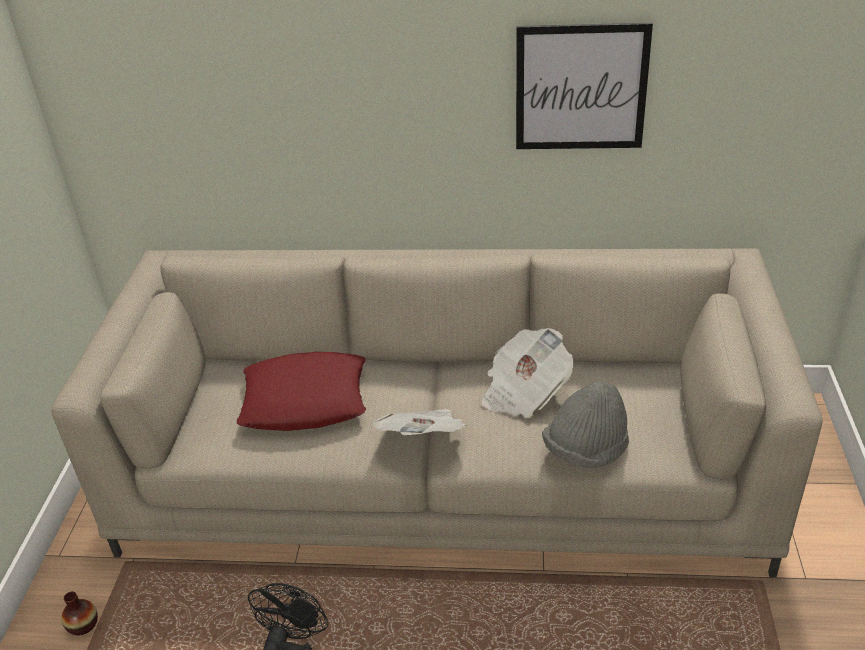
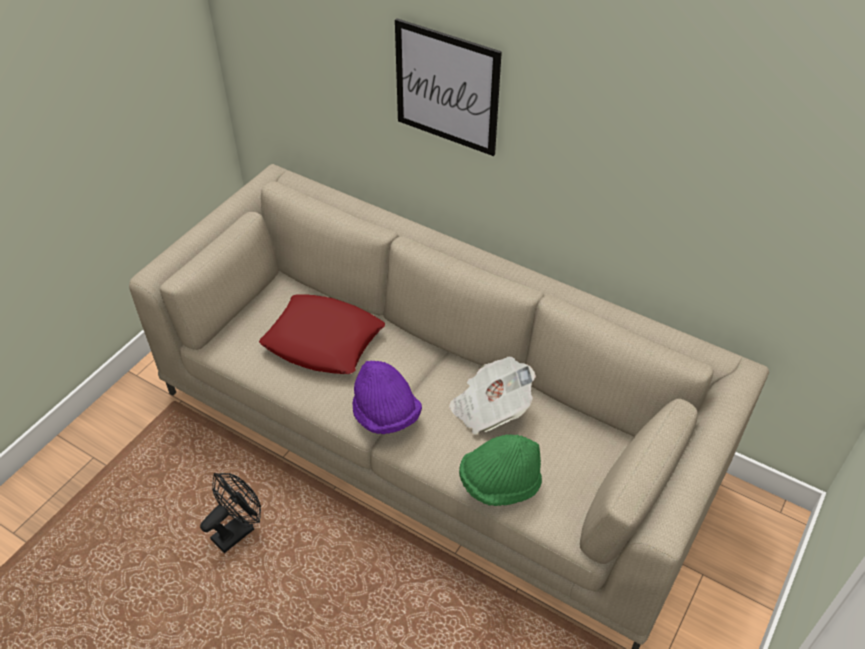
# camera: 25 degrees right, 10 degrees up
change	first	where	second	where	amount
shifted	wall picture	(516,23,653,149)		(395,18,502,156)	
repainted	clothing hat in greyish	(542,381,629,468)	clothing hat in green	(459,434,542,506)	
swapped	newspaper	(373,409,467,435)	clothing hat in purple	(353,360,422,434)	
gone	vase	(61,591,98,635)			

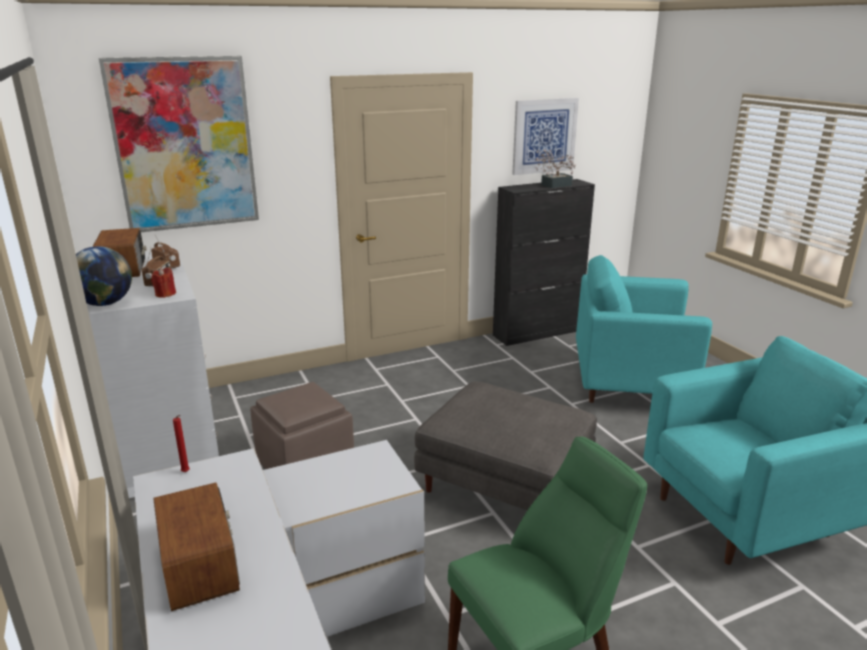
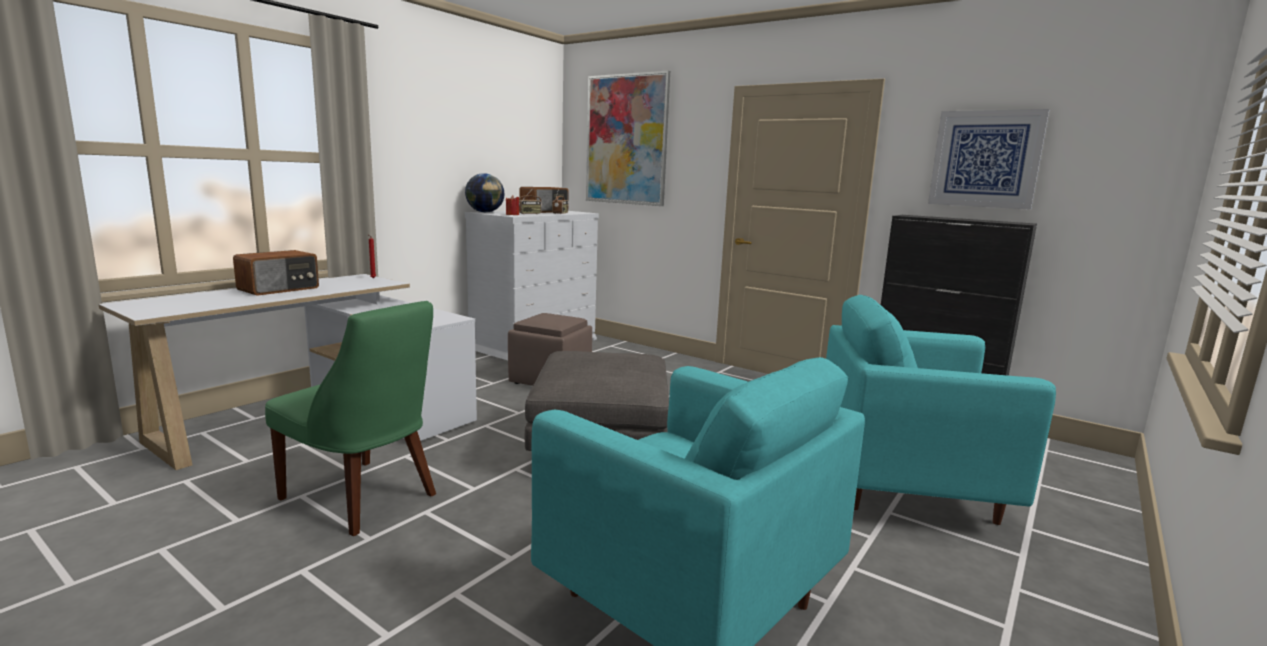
# camera: 60 degrees right, 10 degrees down
change	first	where	second	where	amount
gone	houseplant	(535,149,576,188)			
rotated	lounge chair in turquoise	(576,255,712,403)		(826,295,1056,525)	60 degrees counterclockwise

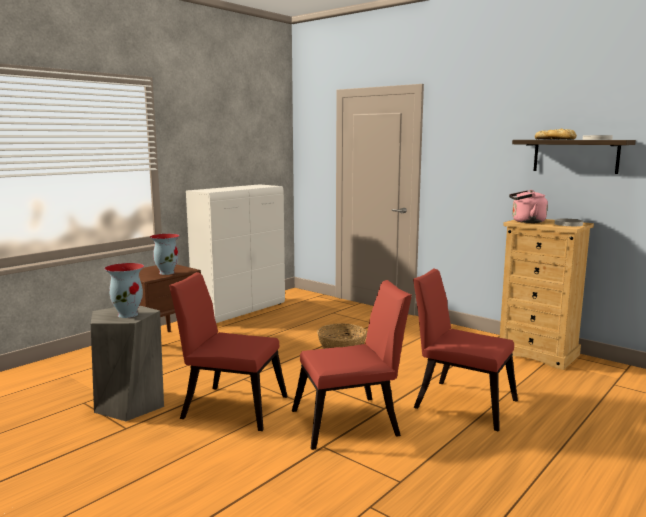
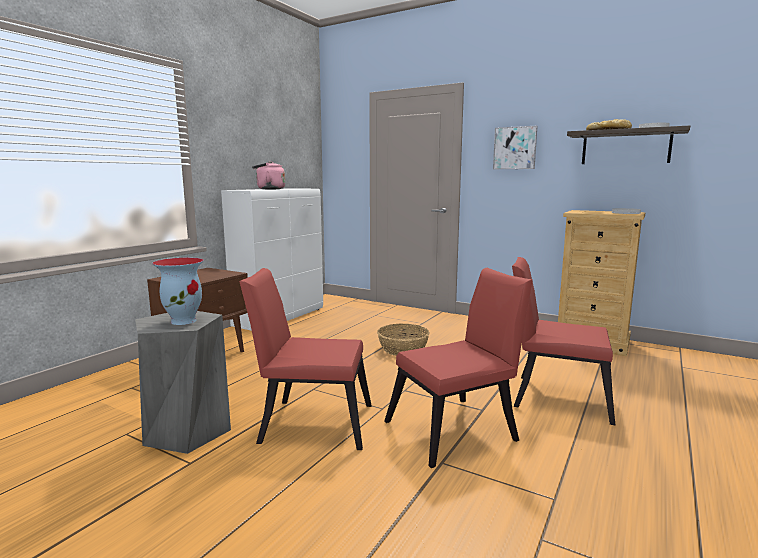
# camera: 10 degrees left, 0 degrees up
change	first	where	second	where	amount
shifted	kettle in pinkish	(509,190,548,223)		(252,161,285,189)	
gone	vase	(150,234,180,275)			
new			wall picture	(493,126,538,169)	

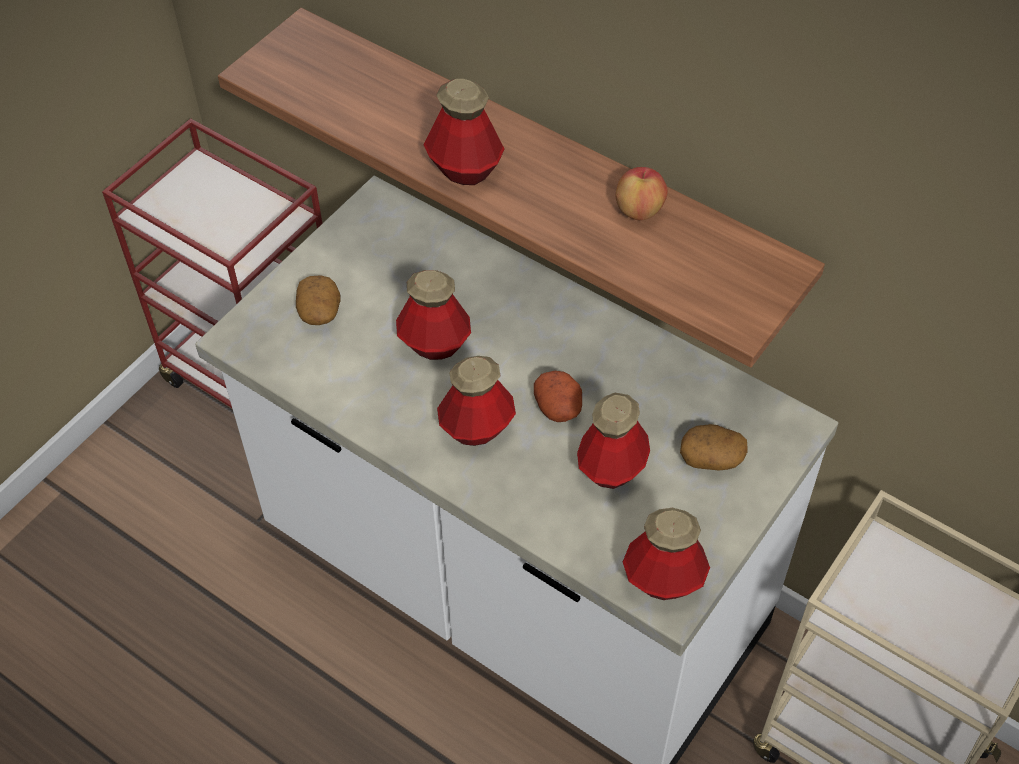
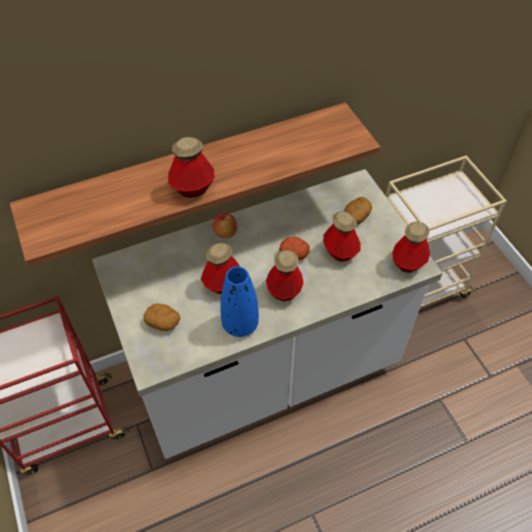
# camera: 60 degrees left, 0 degrees up
change	first	where	second	where	amount
shifted	apple	(615,167,668,220)		(213,213,237,238)	
new			vase in blue-coloured	(220,266,259,337)	

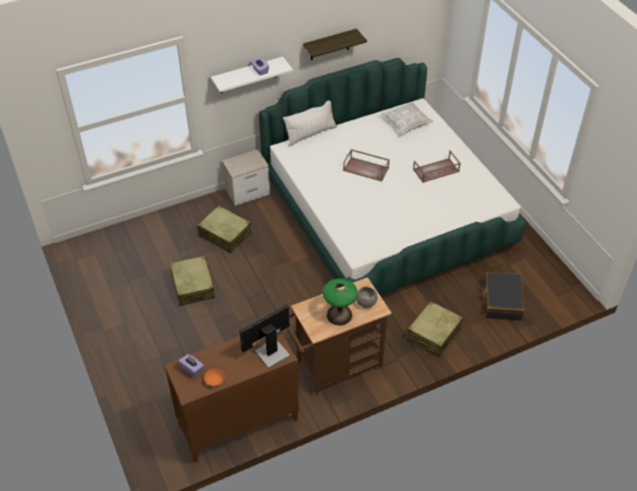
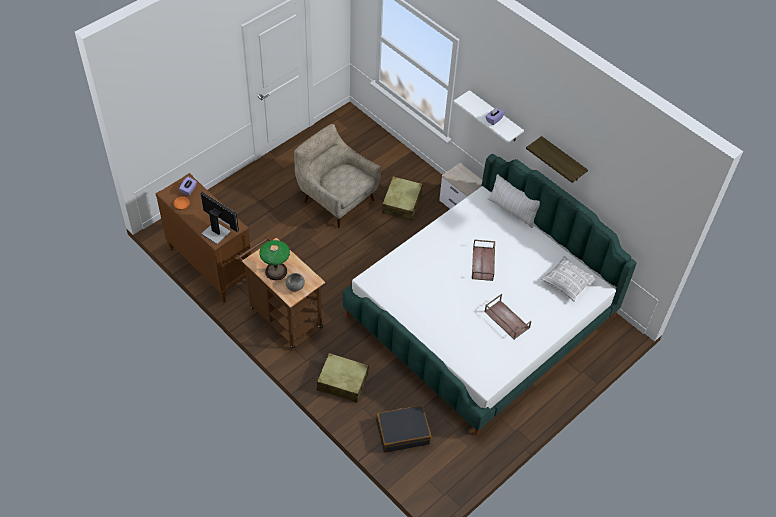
# camera: 70 degrees right, 5 degrees up
change	first	where	second	where	amount
swapped	travel case in sand-coloured	(170,256,215,306)	lounge chair in sand-coloured	(294,124,381,228)	

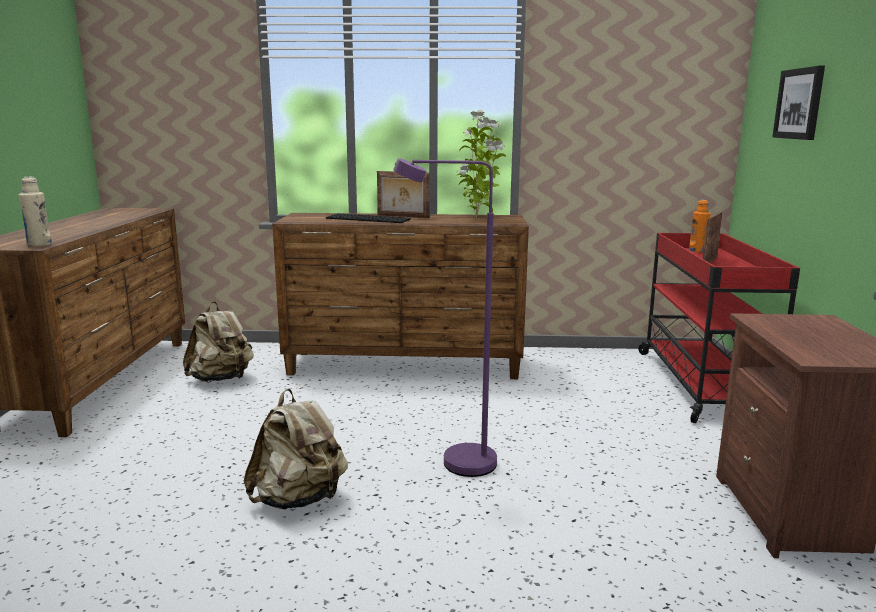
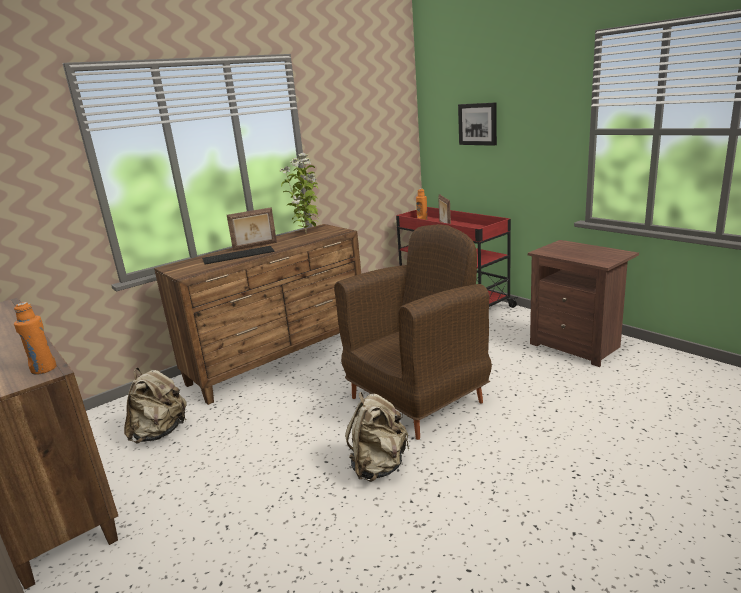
# camera: 40 degrees left, 5 degrees up
change	first	where	second	where	amount
swapped	standing lamp in purple	(393,158,497,477)	lounge chair in brown-coloured	(334,224,492,440)	
repainted	drink bottle in sand-coloured	(19,177,52,246)	drink bottle in orangey	(14,302,57,375)	

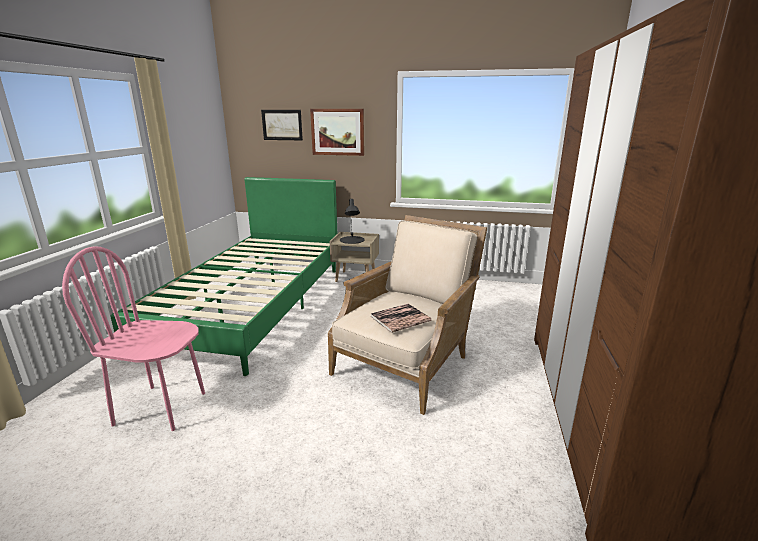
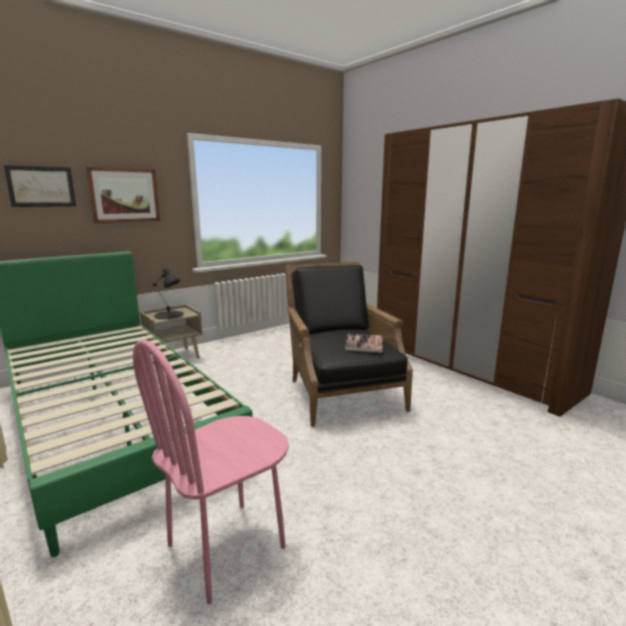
# camera: 50 degrees left, 5 degrees down
change	first	where	second	where	amount
repainted	lounge chair in sand-coloured	(328,215,487,415)	lounge chair in black-coloured	(285,262,413,427)	

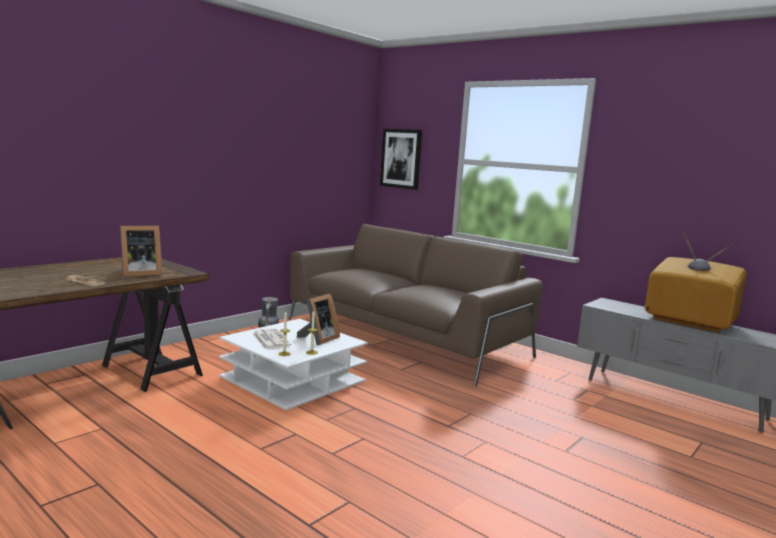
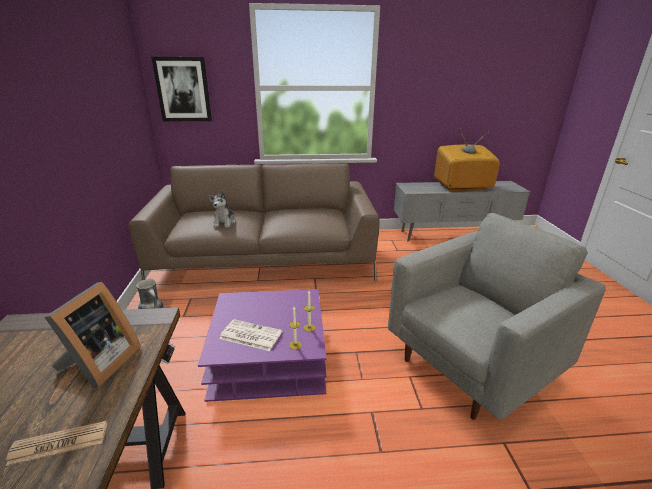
# camera: 45 degrees left, 15 degrees up
change	first	where	second	where	amount
gone	picture frame	(297,294,340,345)			
repainted	low table in whitish	(219,319,368,410)	low table in purple	(198,289,327,402)	
new			plush toy	(208,190,236,228)	
new			lounge chair in greyish	(388,213,606,420)	

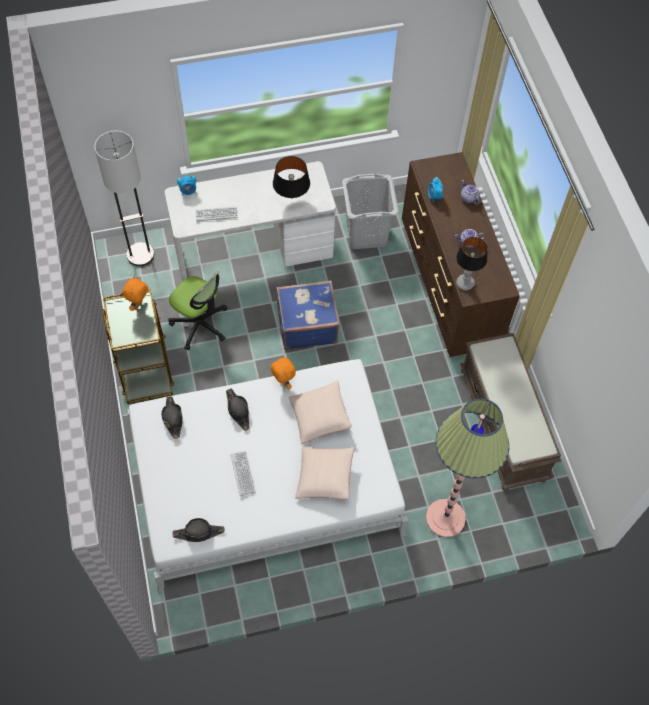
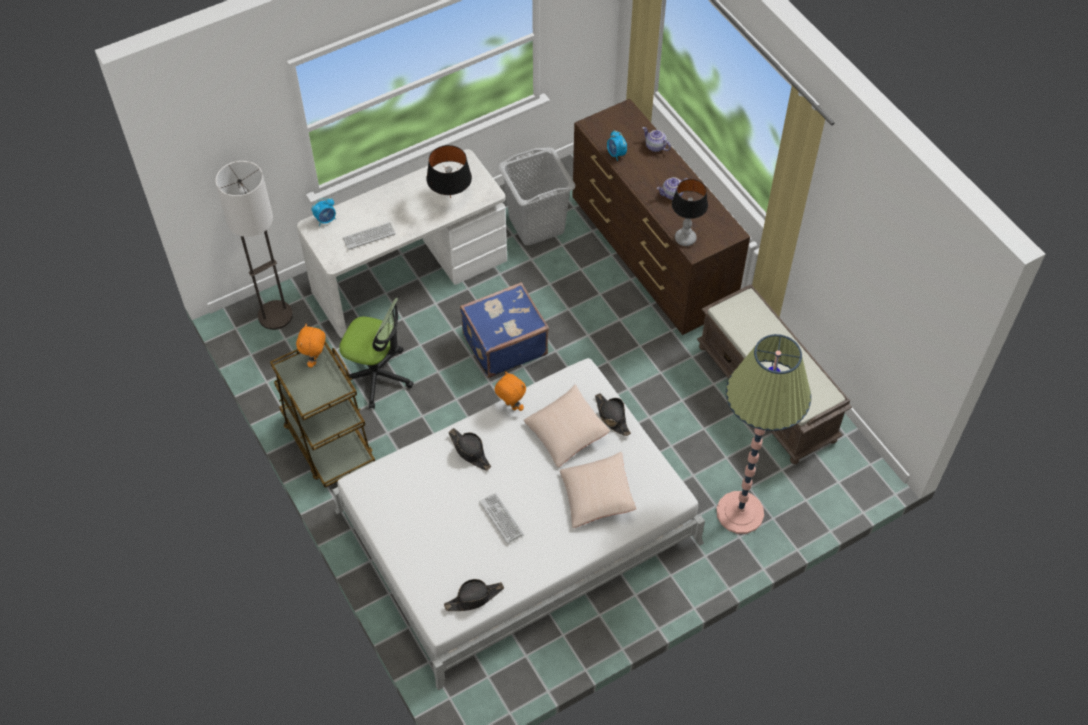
# camera: 15 degrees left, 5 degrees down
change	first	where	second	where	amount
shifted	clothing hat in black-coloured	(161,396,183,439)		(595,393,631,436)	

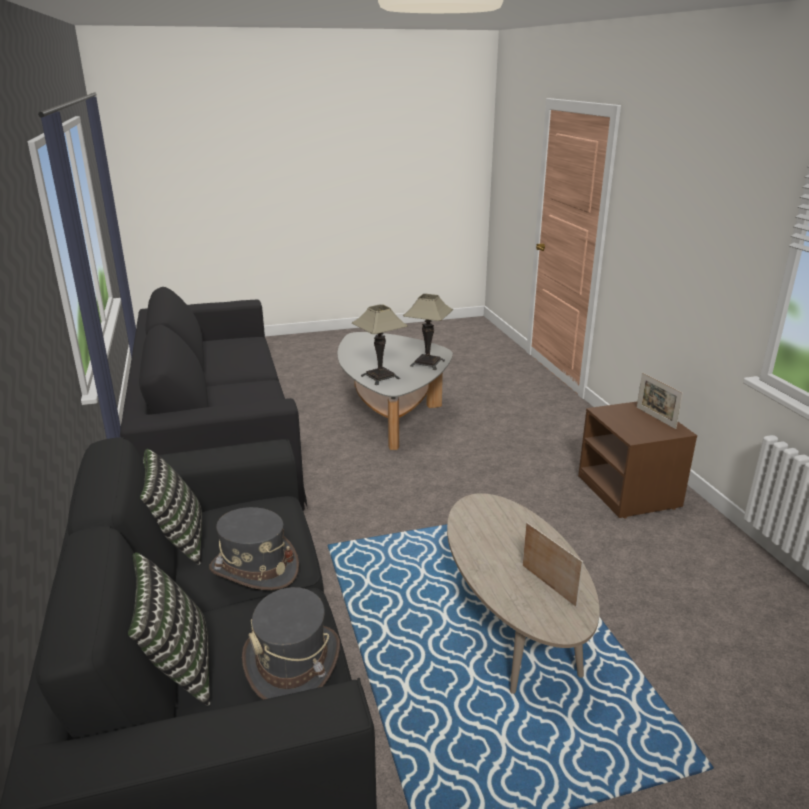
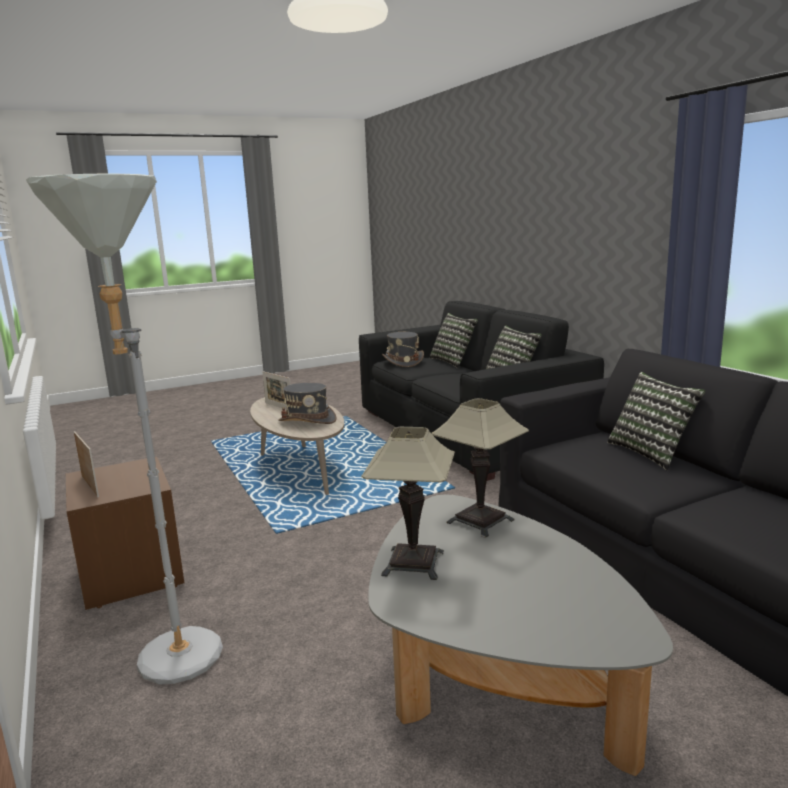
# camera: 170 degrees right, 10 degrees down
change	first	where	second	where	amount
shifted	clothing hat in greyish	(209,507,299,590)		(278,383,337,424)	
new			standing lamp in greyish	(26,173,223,685)	
new			cushion	(607,372,705,470)	

